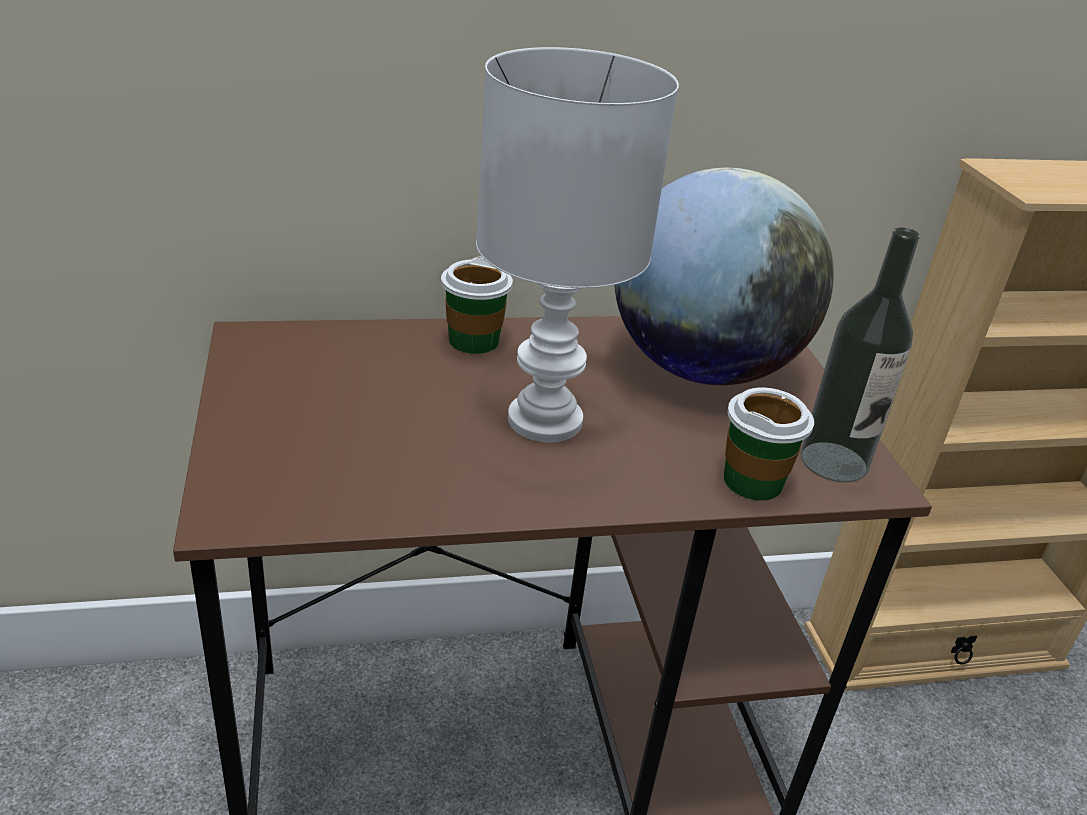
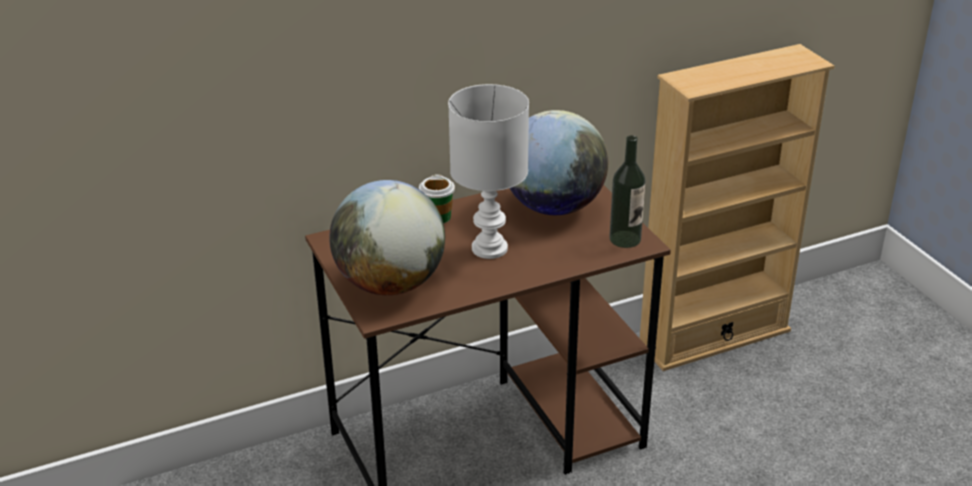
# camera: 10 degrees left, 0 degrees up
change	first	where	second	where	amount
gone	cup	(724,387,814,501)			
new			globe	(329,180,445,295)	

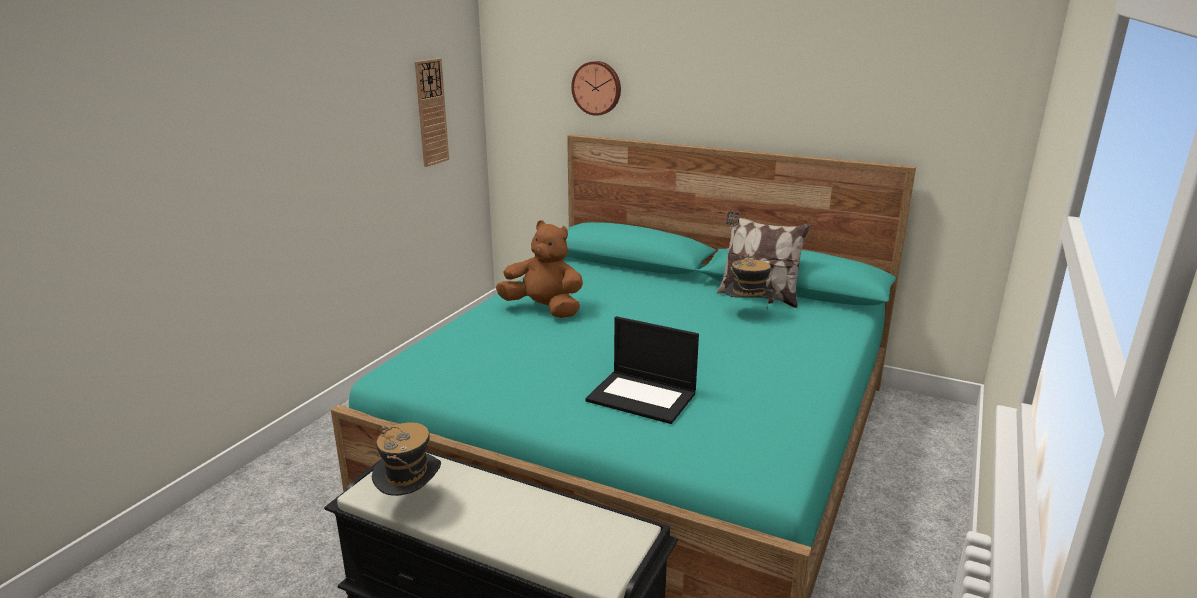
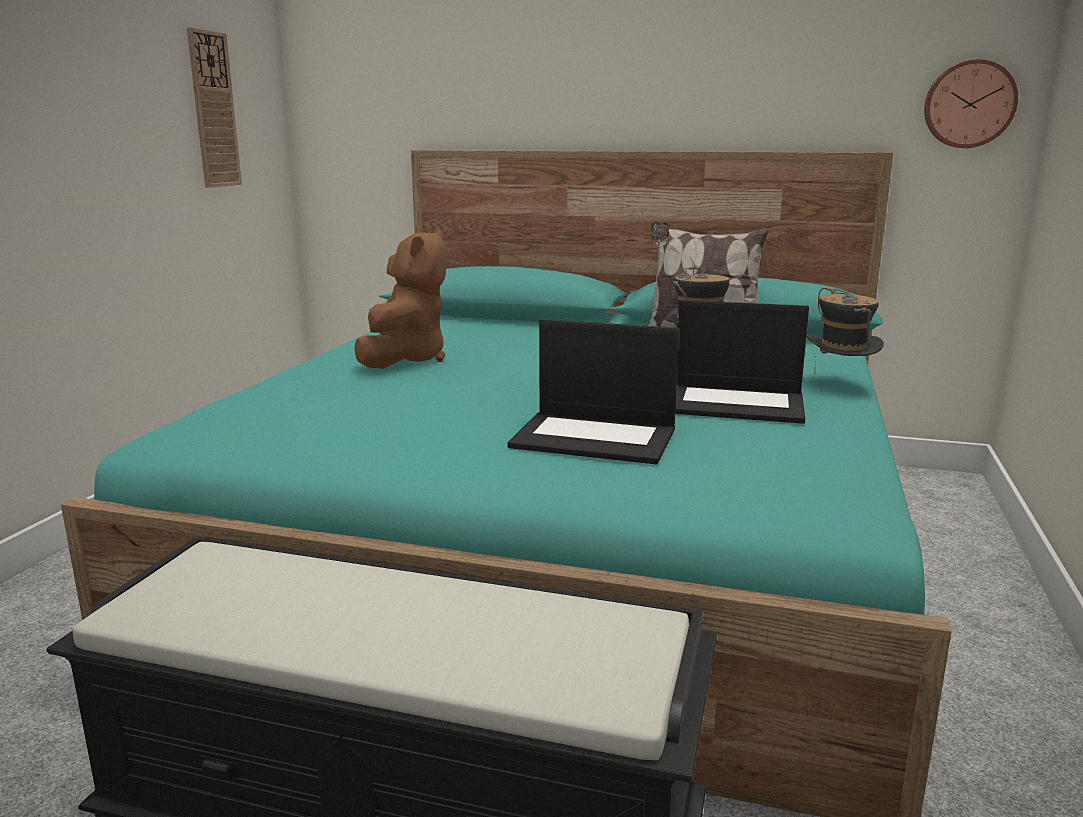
# camera: 10 degrees left, 5 degrees down
change	first	where	second	where	amount
shifted	wall clock	(571,61,621,116)		(924,59,1018,148)	
rotated	plush toy in brown-coloured	(496,220,583,318)		(354,229,446,369)	90 degrees clockwise
shifted	clothing hat	(372,422,441,496)		(806,288,884,372)	
new			notebook computer	(675,300,809,424)	

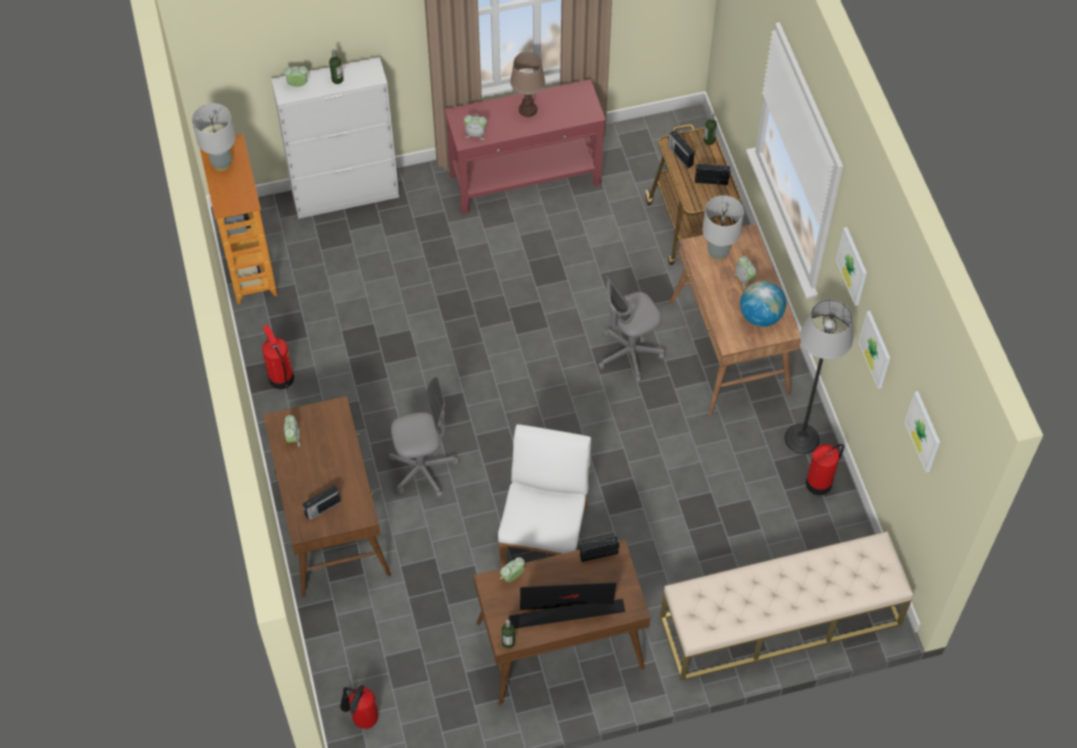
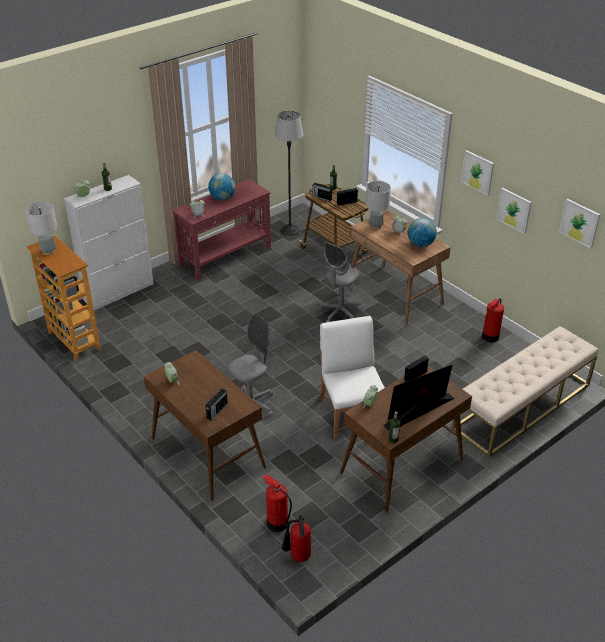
# camera: 25 degrees left, 20 degrees down
change	first	where	second	where	amount
swapped	table lamp in brown-coloured	(510,52,545,117)	globe	(208,173,235,201)	
shifted	standing lamp	(785,299,853,454)		(274,111,304,236)	
shifted	fire extinguisher	(262,325,294,389)		(263,474,292,532)	

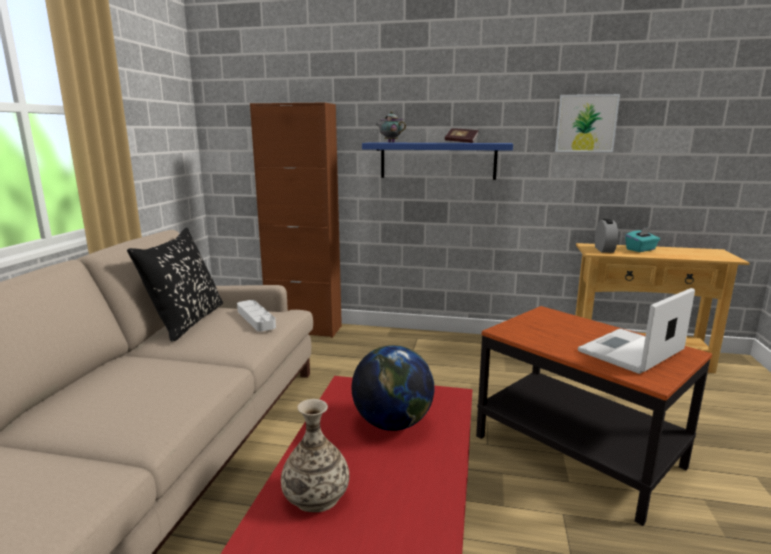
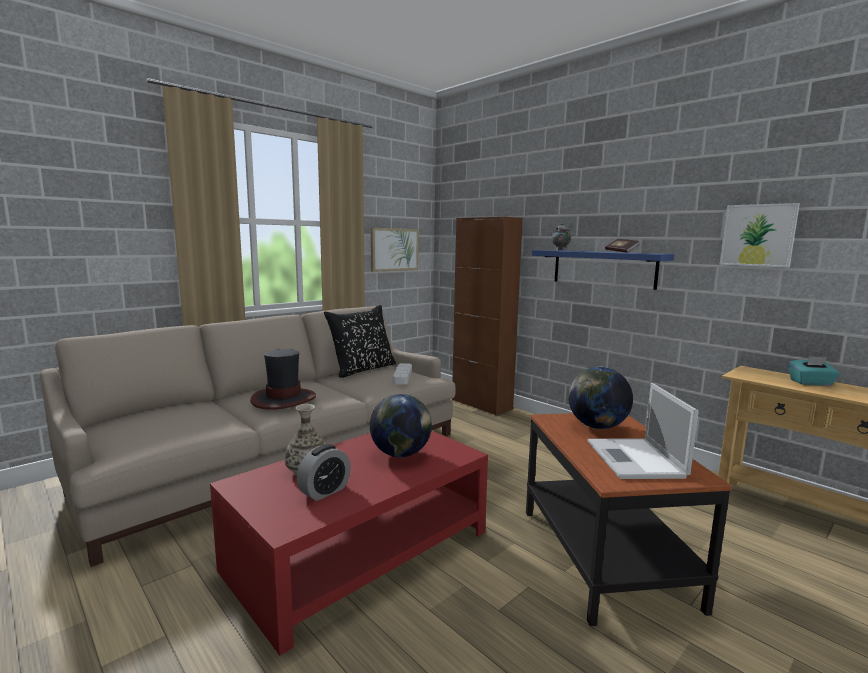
# camera: 35 degrees right, 5 degrees down
change	first	where	second	where	amount
shifted	bedside clock	(595,219,618,253)		(297,444,351,501)	
rotated	notebook computer	(578,288,695,374)		(587,383,699,479)	90 degrees counterclockwise
new			wall picture	(371,228,419,272)	
new			clothing hat	(250,349,316,410)	
new			globe	(568,366,633,429)	

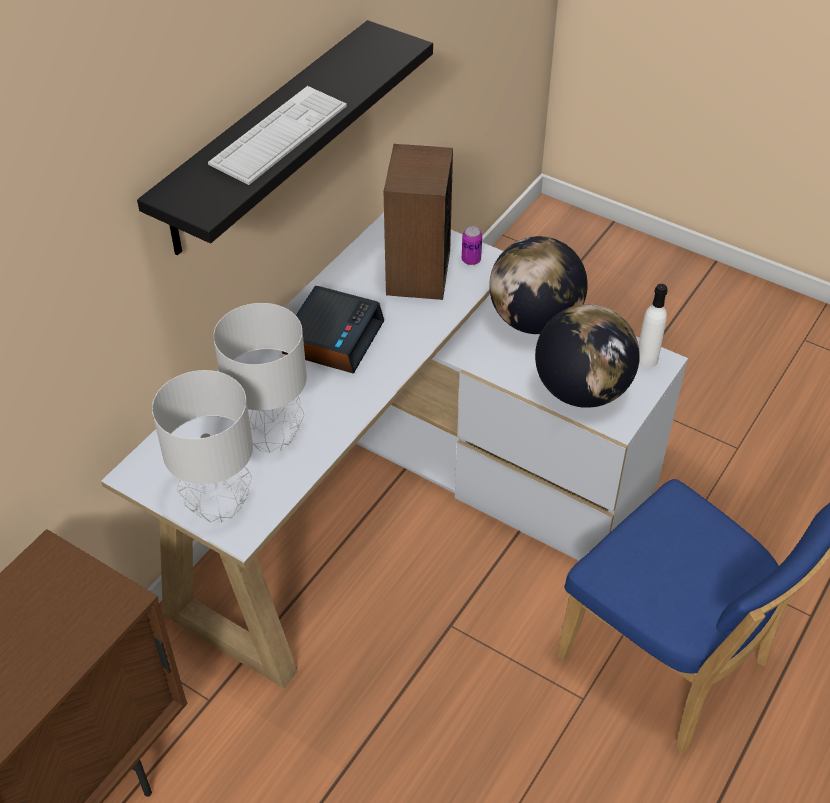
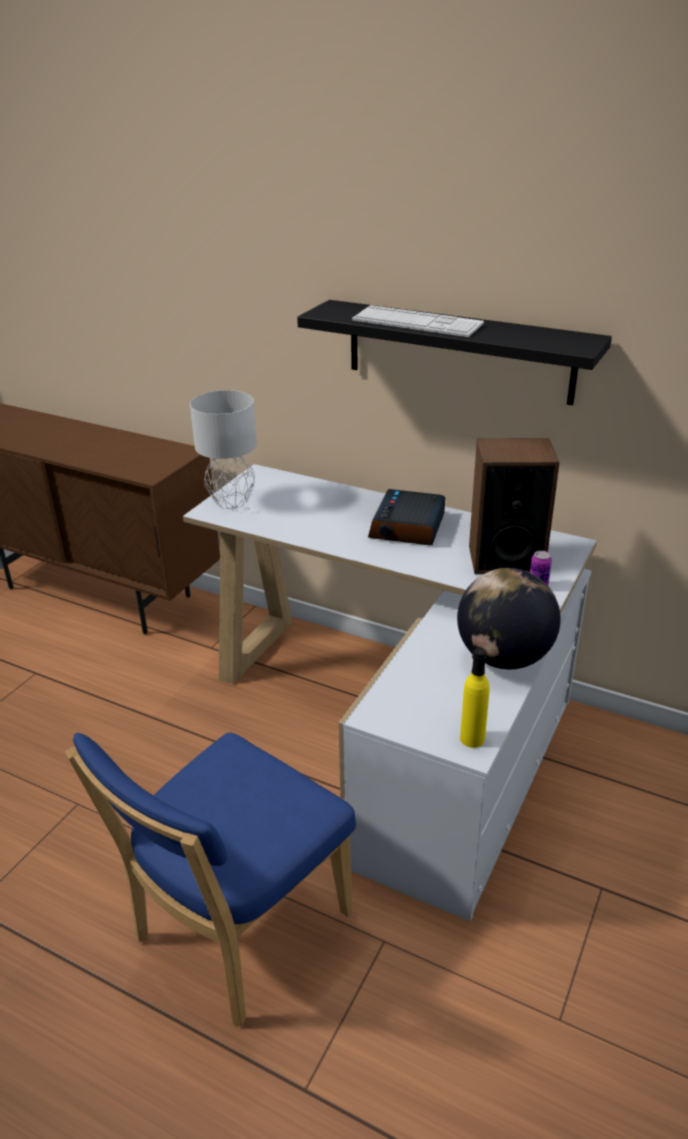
# camera: 85 degrees right, 15 degrees down
change	first	where	second	where	amount
repainted	drink bottle in whitish	(639,284,668,368)	drink bottle in yellow	(460,648,490,748)	
rotated	bedside clock	(282,286,384,374)		(368,489,445,545)	90 degrees clockwise
gone	table lamp in greyish	(213,303,307,453)			
gone	globe	(535,304,640,408)			

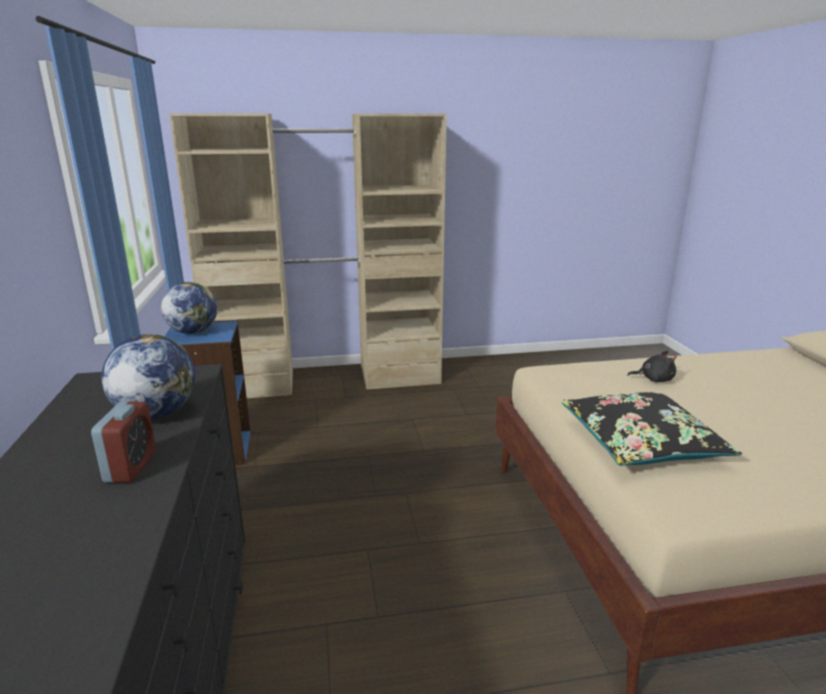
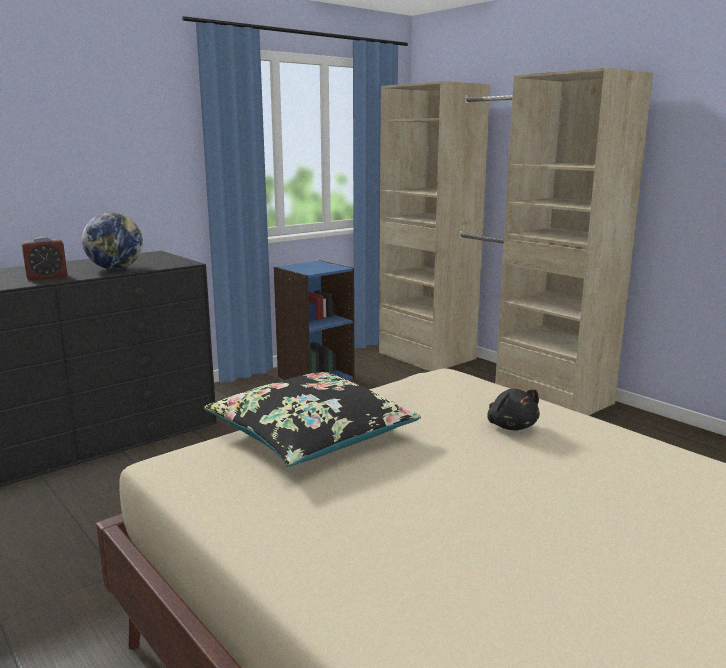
# camera: 60 degrees right, 5 degrees down
change	first	where	second	where	amount
gone	globe	(161,282,217,334)			

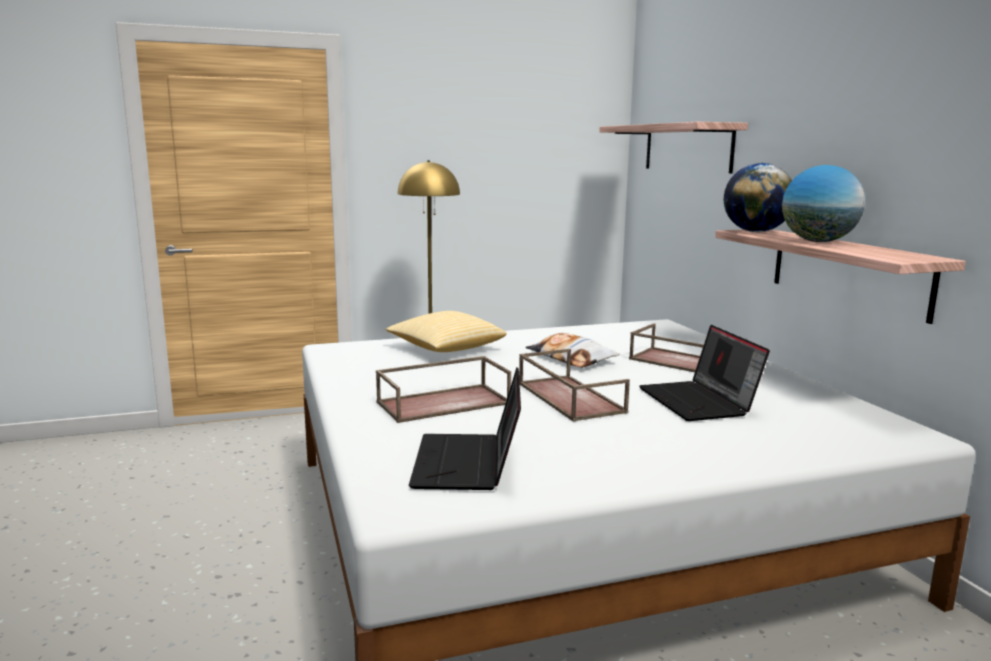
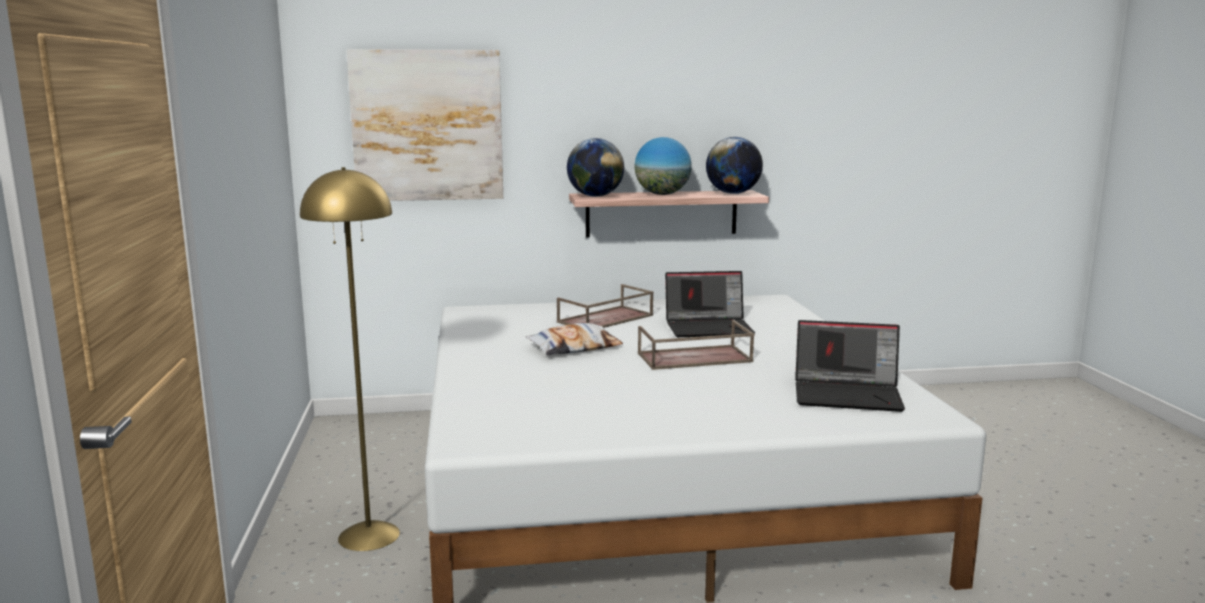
# camera: 80 degrees left, 0 degrees up
change	first	where	second	where	amount
swapped	wall shelf	(599,122,748,173)	wall picture	(346,49,503,201)	
gone	cushion	(386,311,507,352)			
gone	tray in brown-coloured	(376,356,511,423)			
new			globe	(706,137,763,194)	

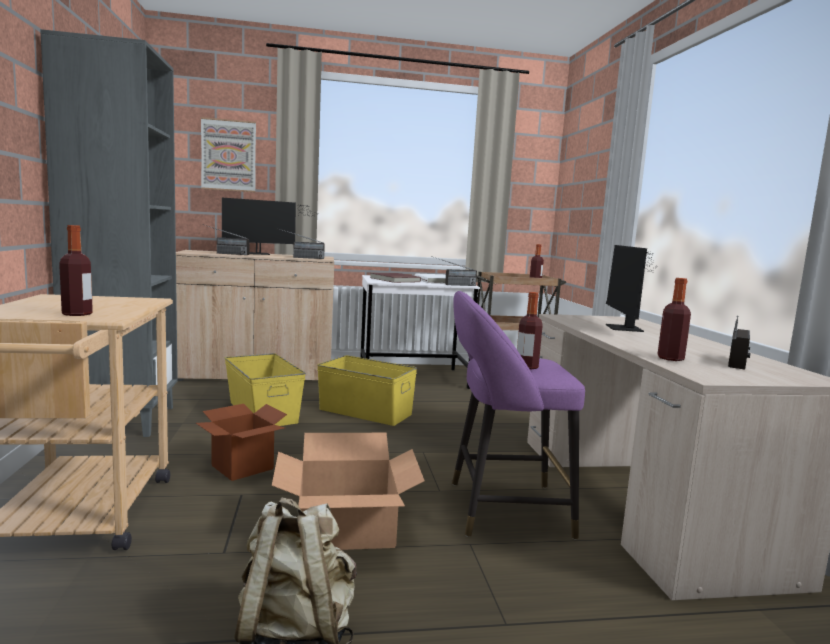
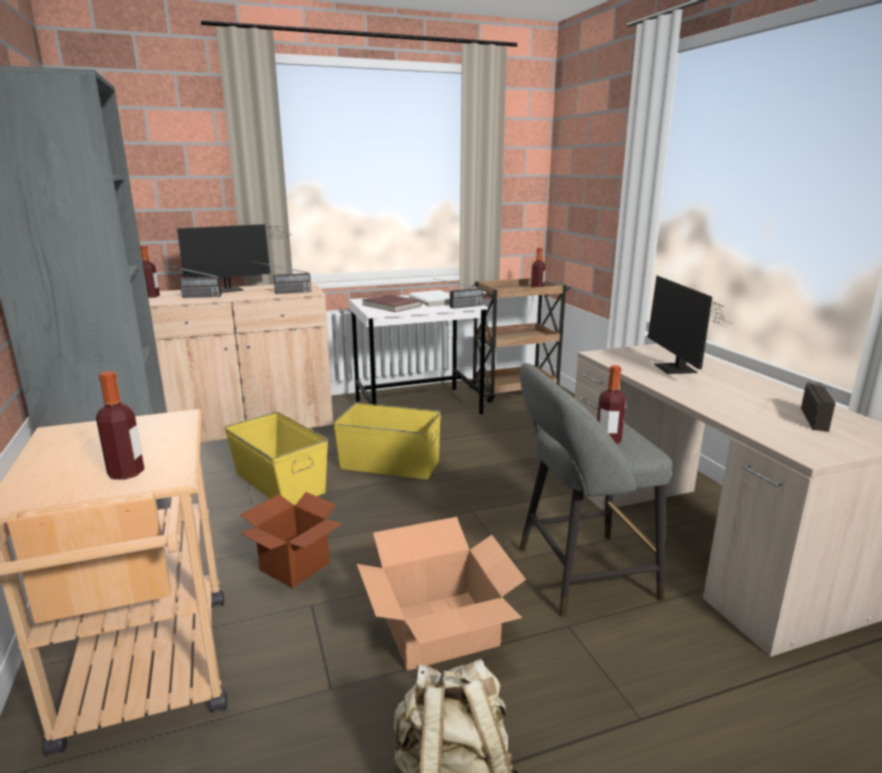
# camera: 10 degrees left, 10 degrees up
change	first	where	second	where	amount
gone	wall picture	(201,117,256,192)			
shifted	drink bottle	(658,278,691,361)		(140,245,160,298)	
repainted	sitting stool in purple	(452,291,585,540)	sitting stool in greyish	(519,363,672,617)	

